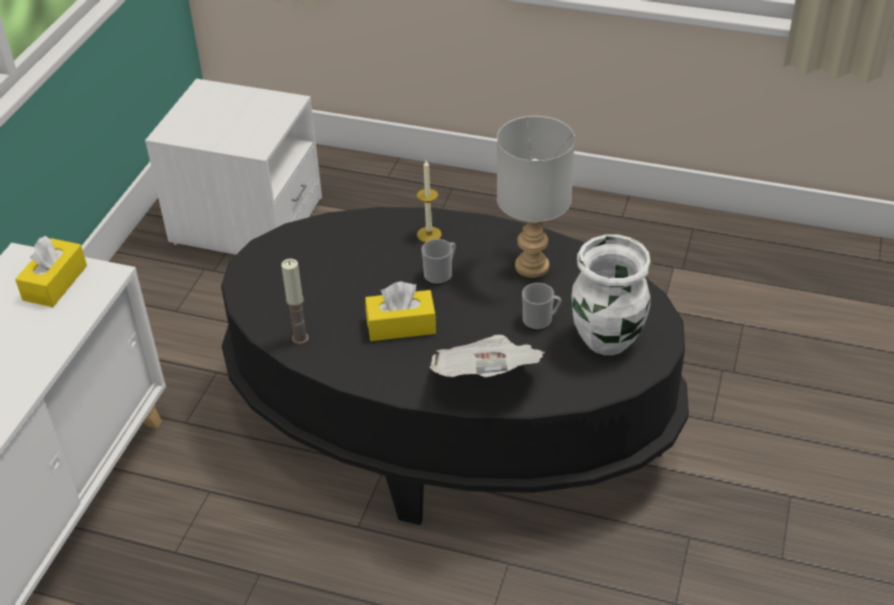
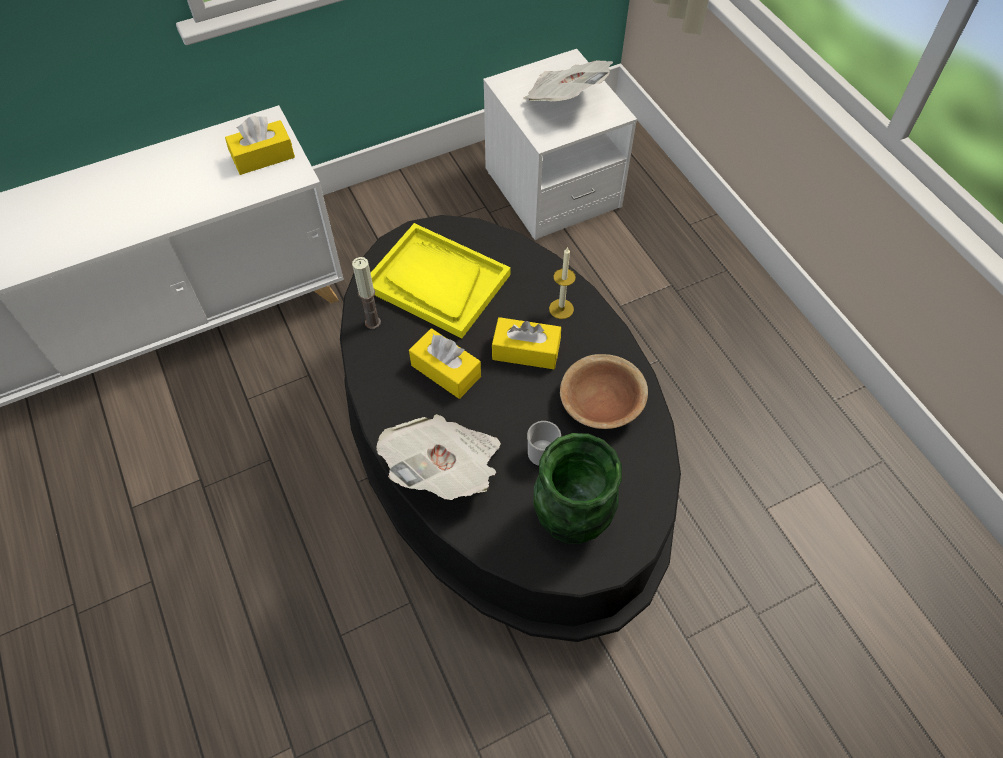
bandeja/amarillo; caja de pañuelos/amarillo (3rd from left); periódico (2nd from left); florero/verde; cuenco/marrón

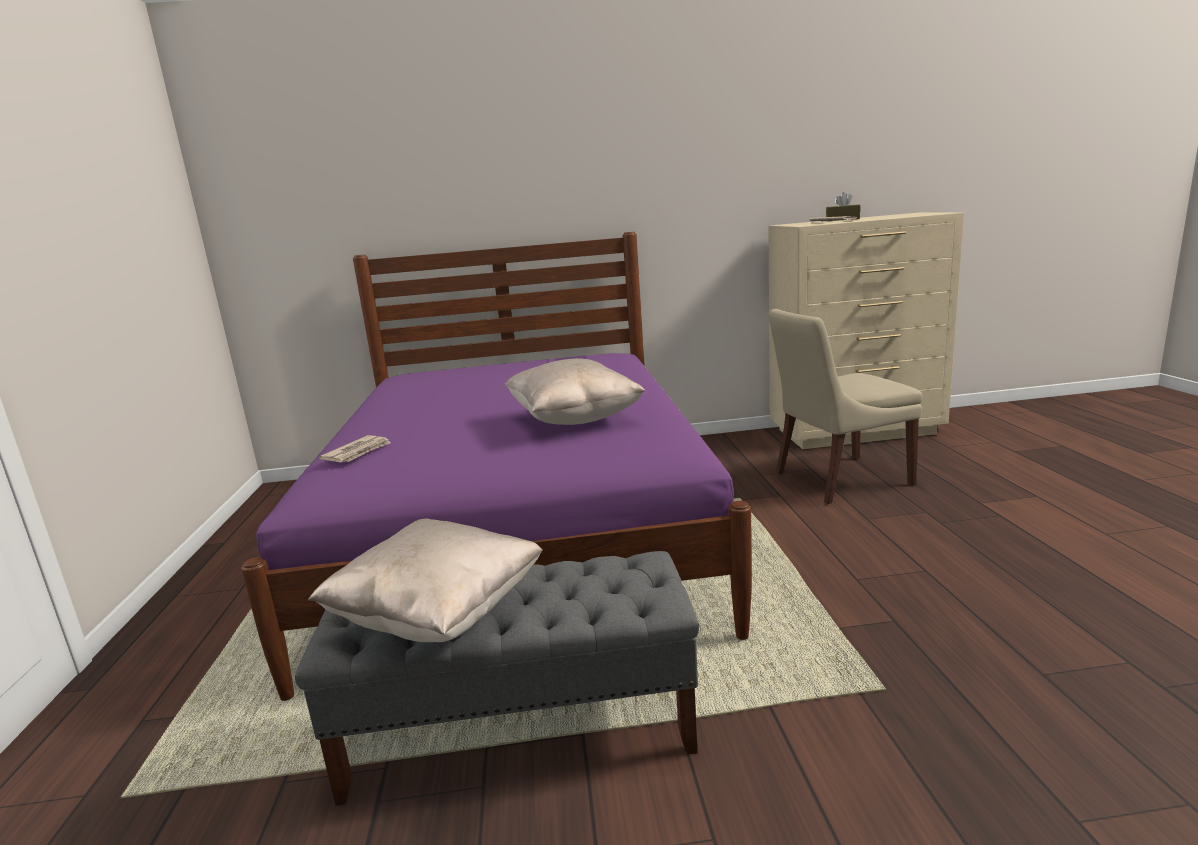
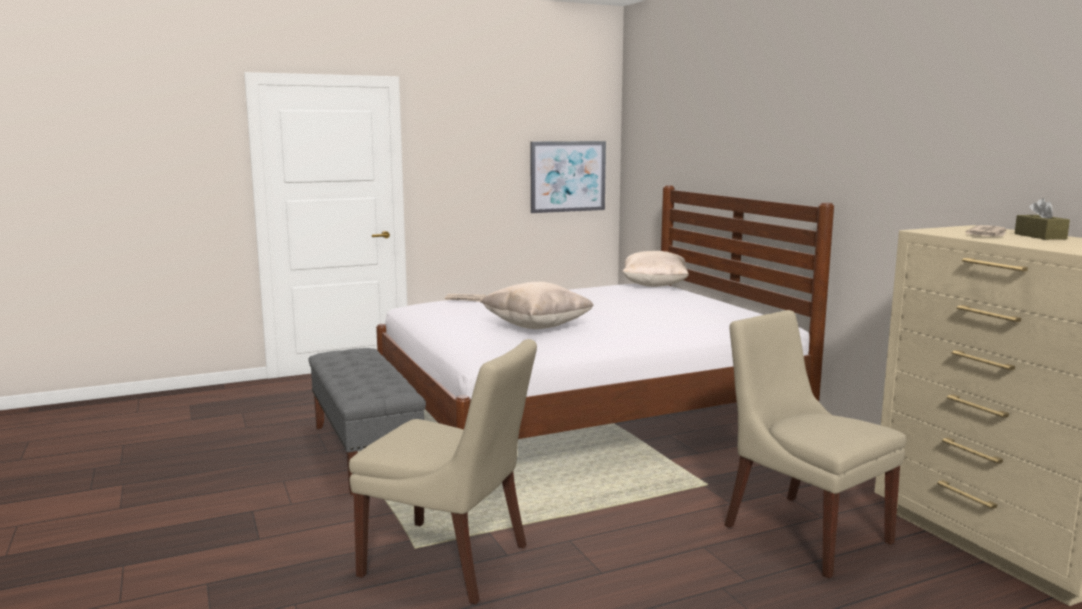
silla/beis (1st from left); cama/blanco; cuadro; cojín/beis (2nd from left)

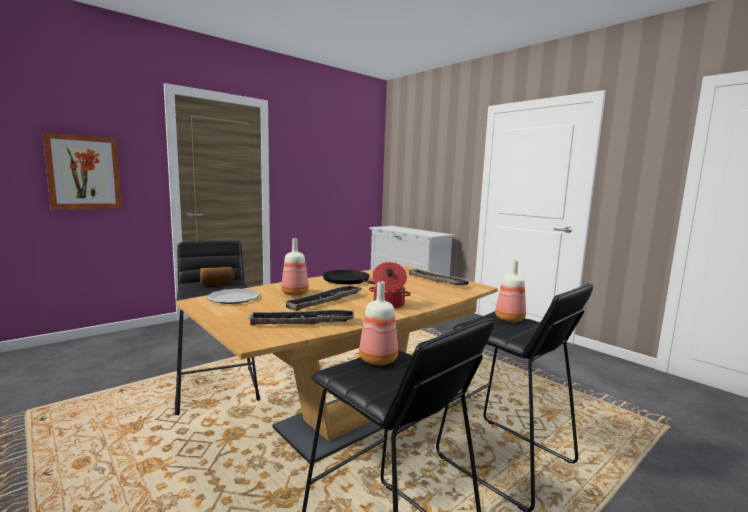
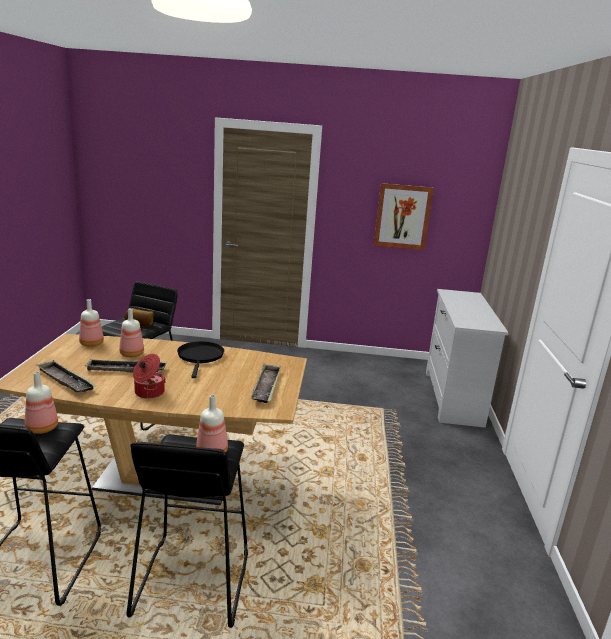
botella (2nd from left); cuadro

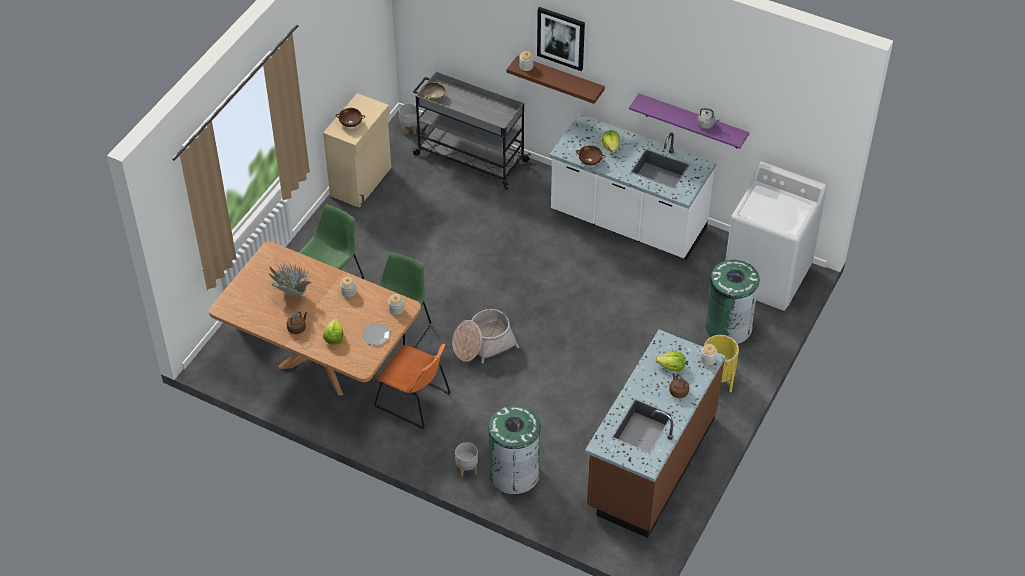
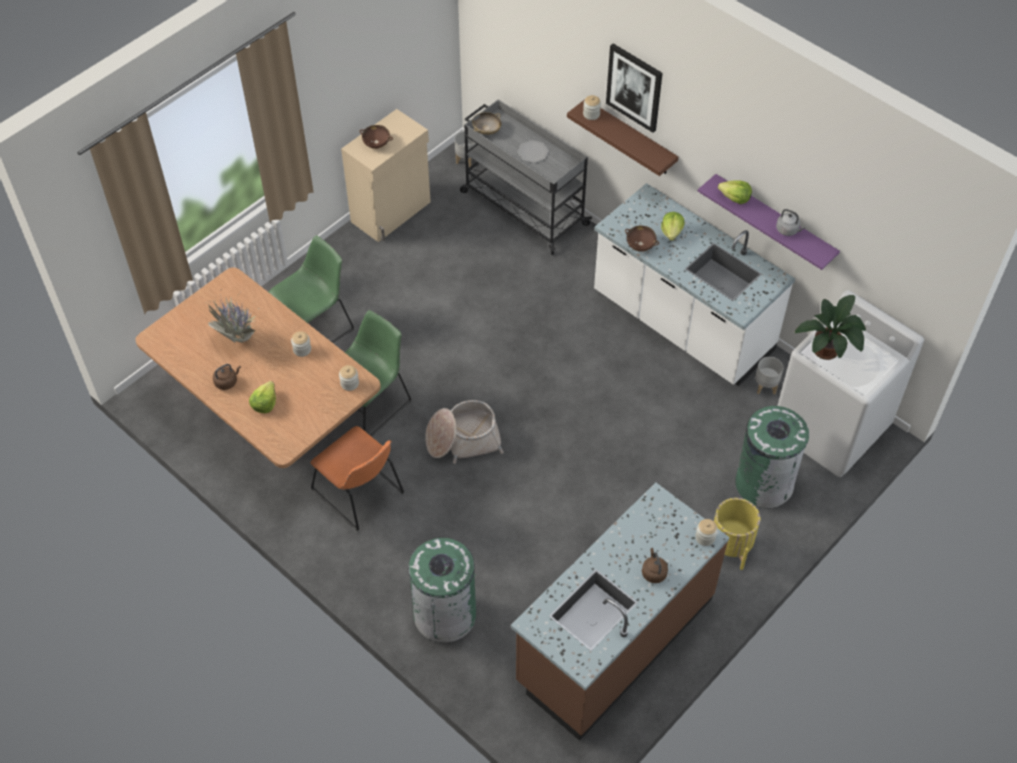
plato; lechuga (3rd from left); maceta/gris (2nd from left); planta en maceta (2nd from left)

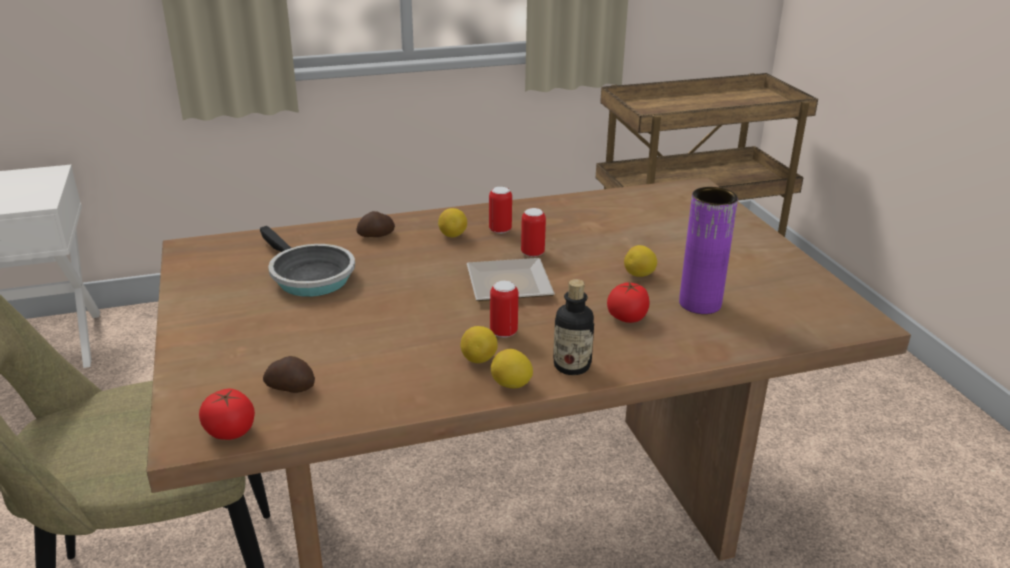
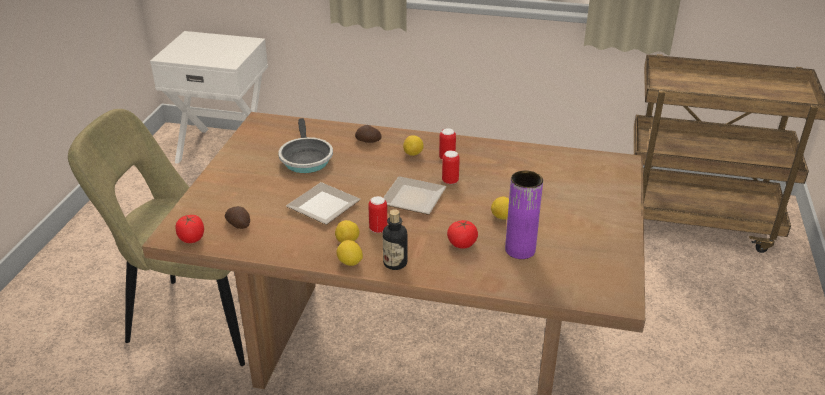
plato (1st from left)

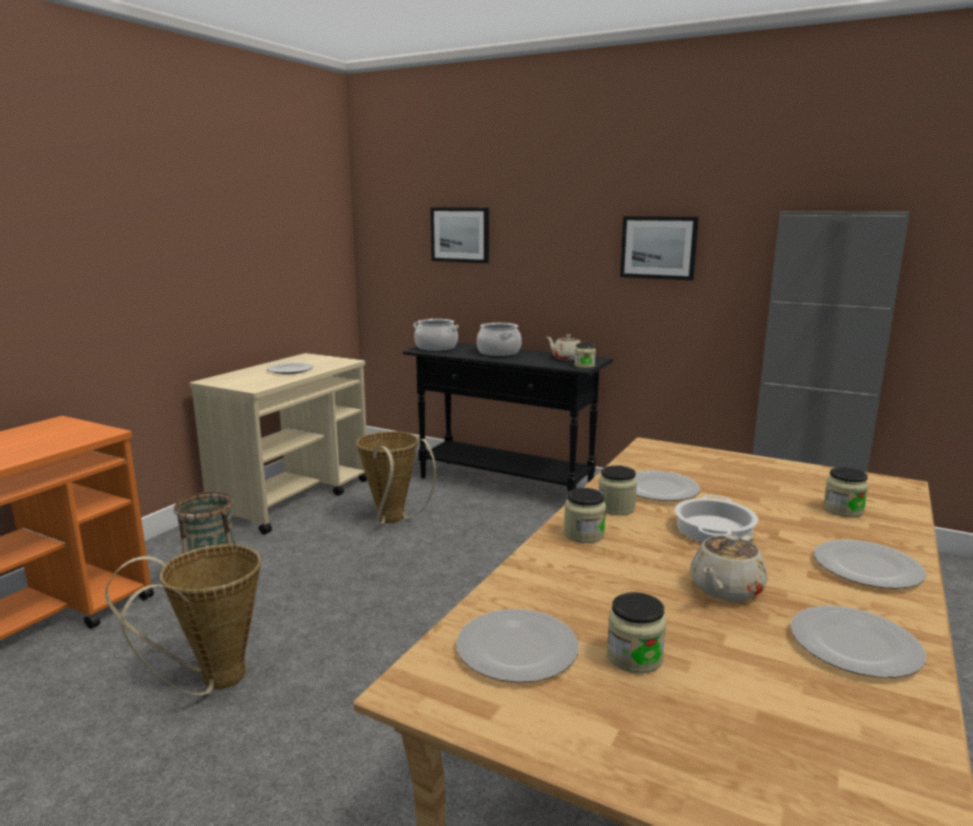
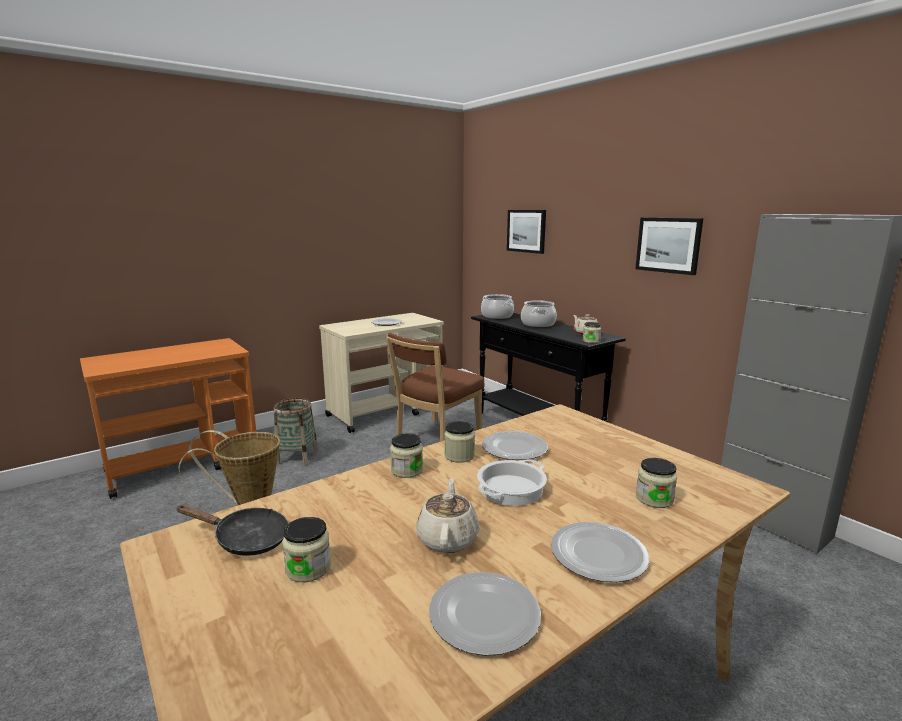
sartén/negro; silla/marrón; tetera/beis (1st from left)

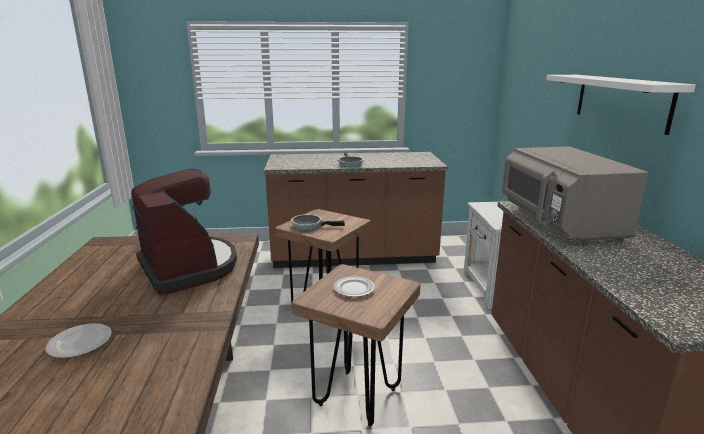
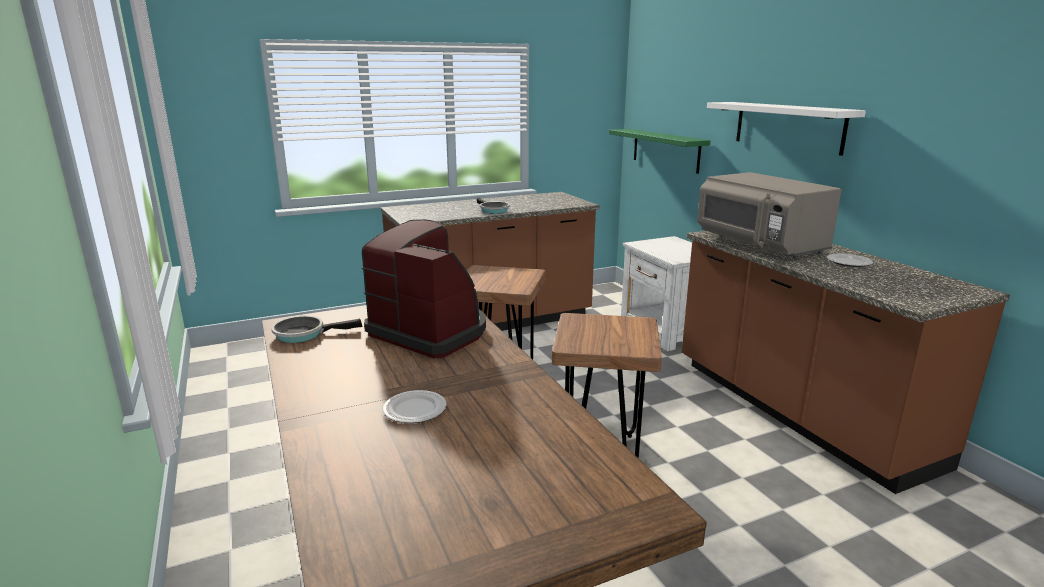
sartén (1st from left); estante/verde; plato (2nd from left)

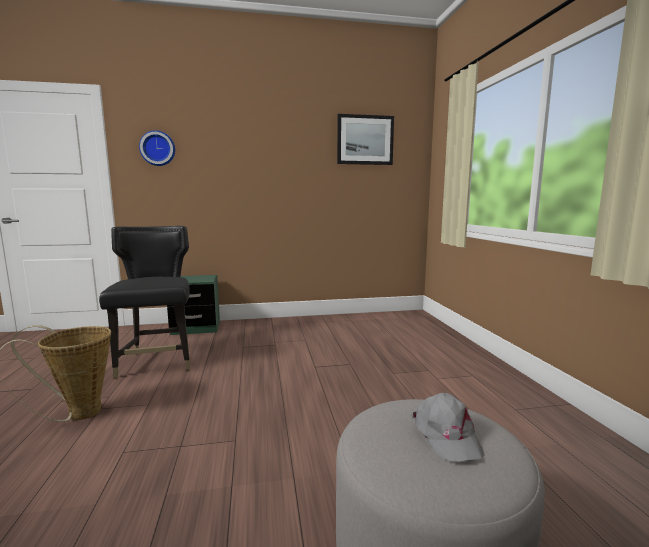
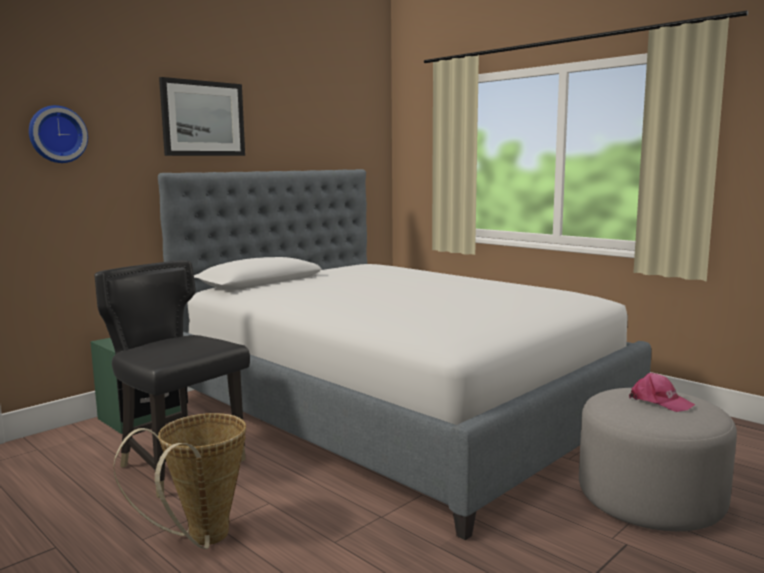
cama; cuadro; gorra/rosa

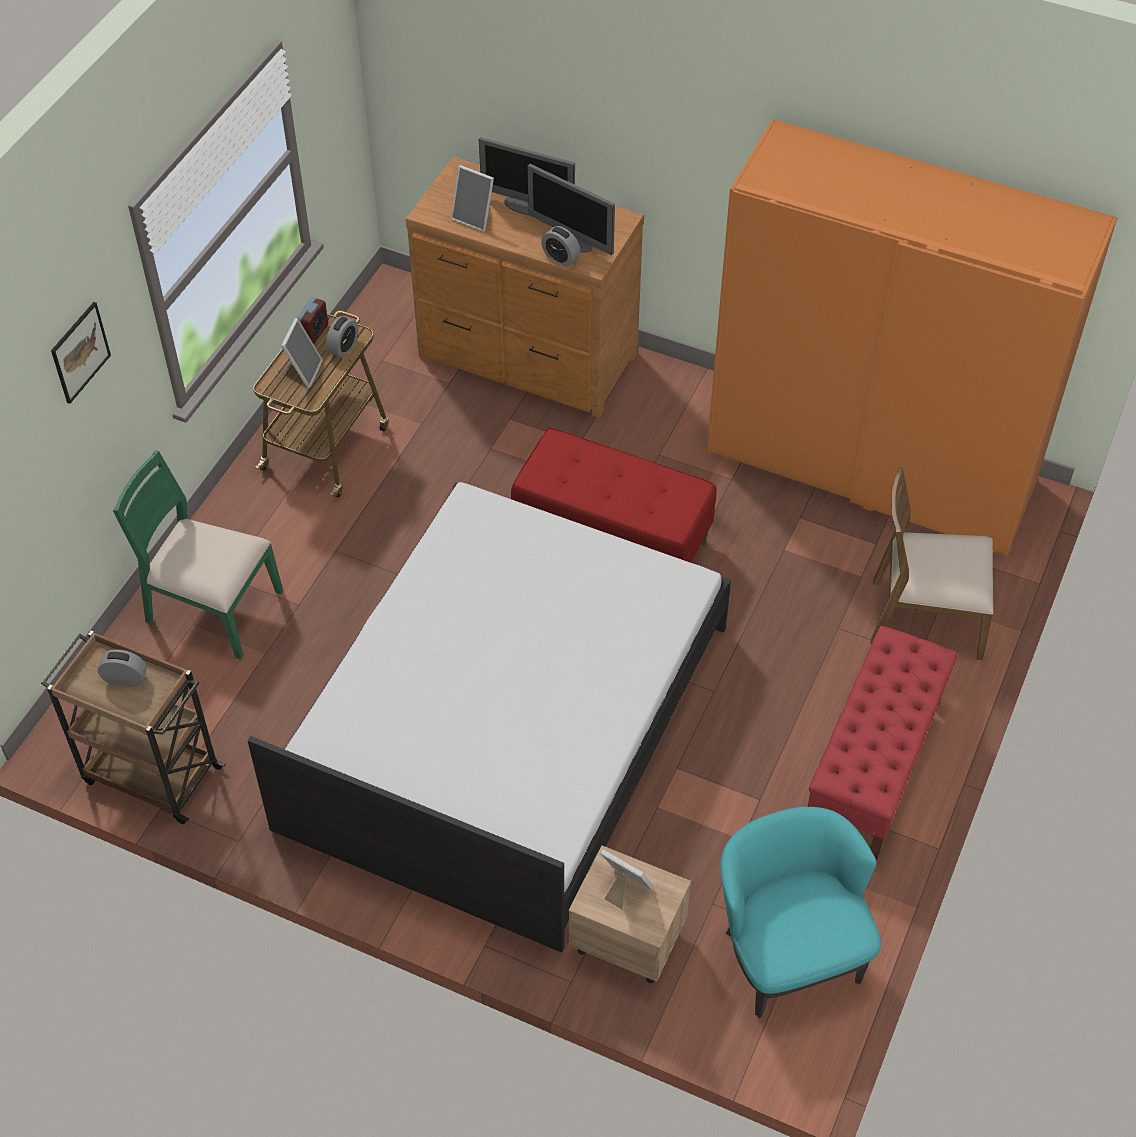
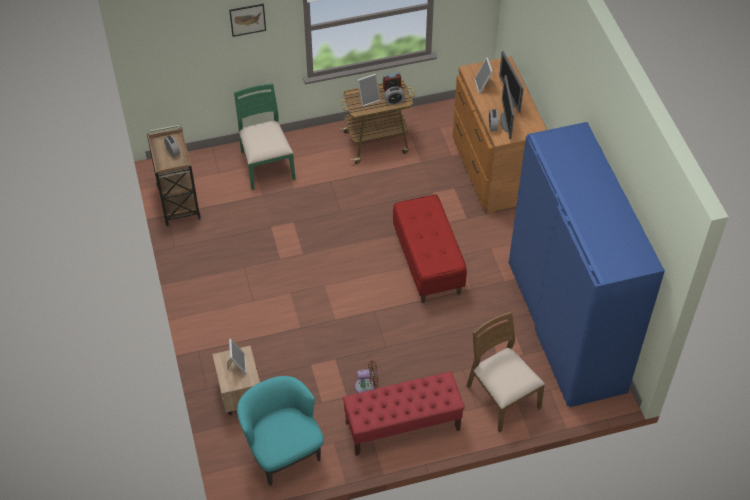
sillón/turquesa; ventilador/marrón; armario ropero/azul; cama/blanco

